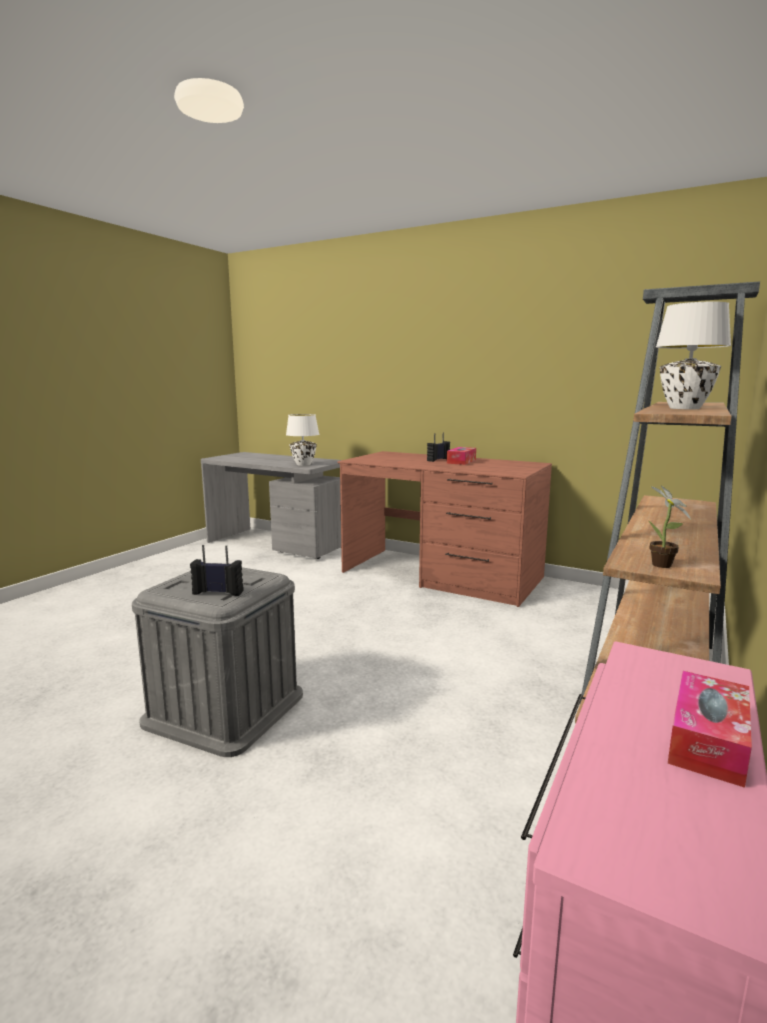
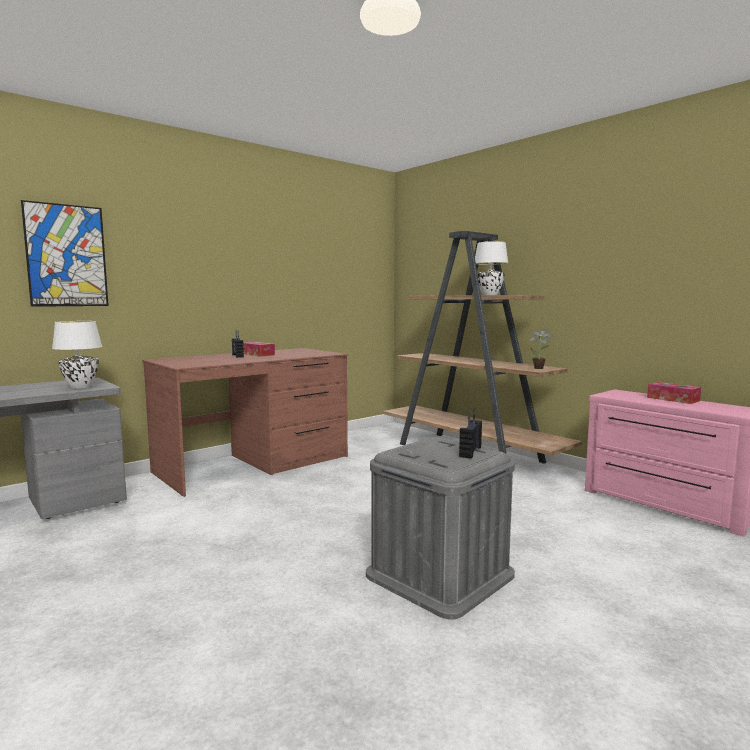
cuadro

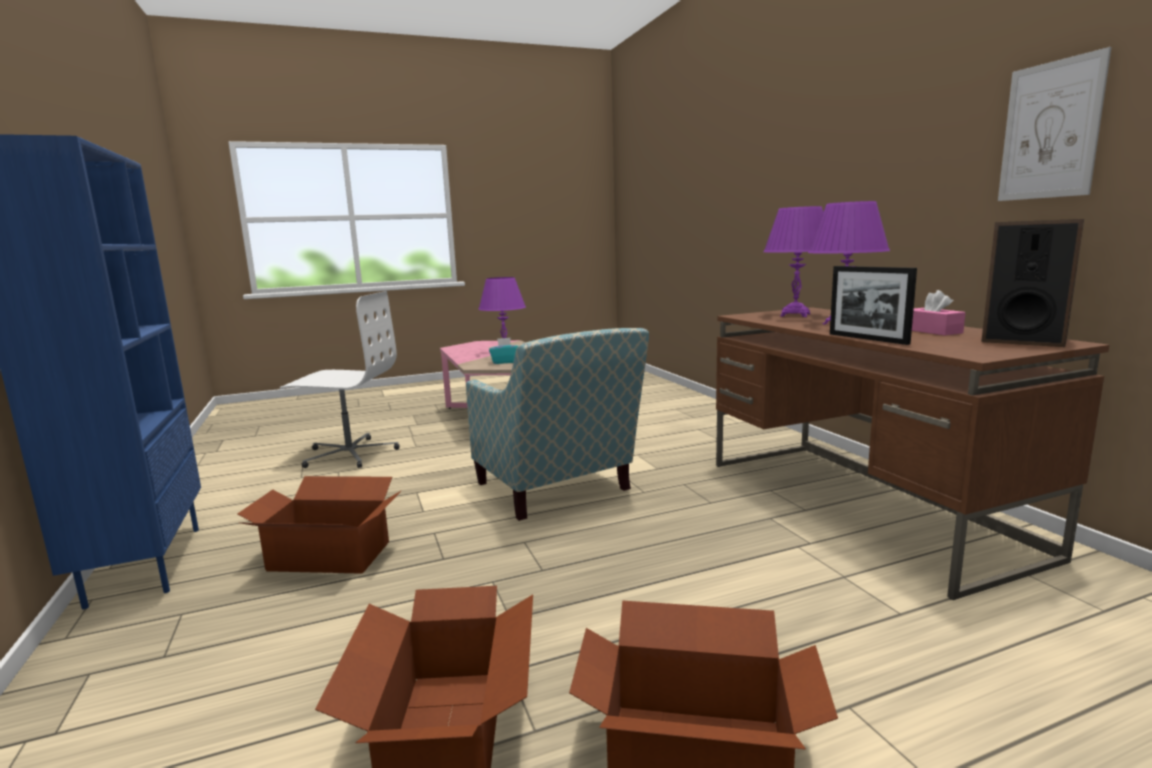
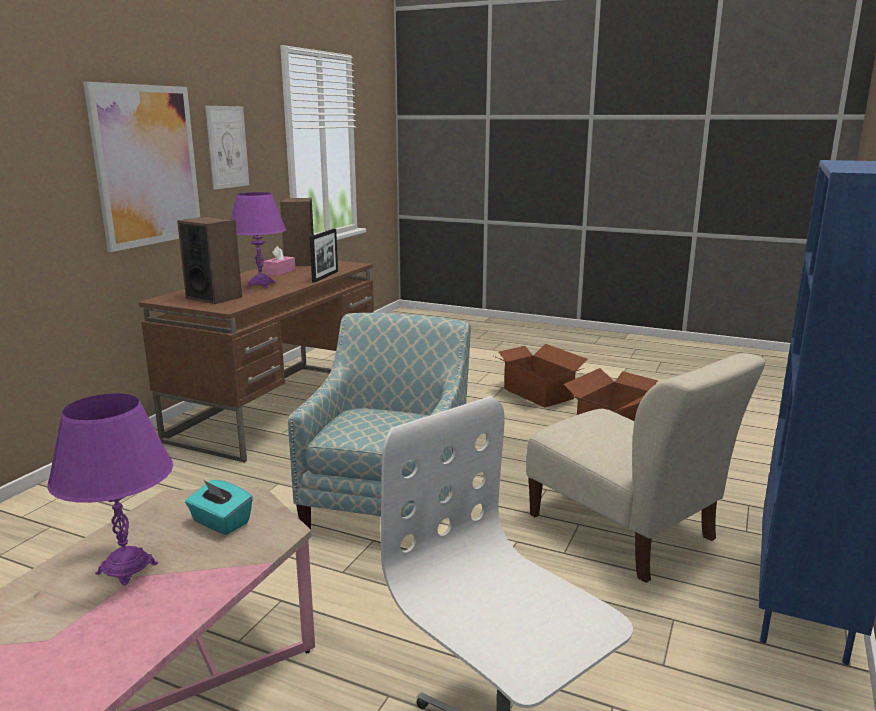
cuadro (1st from left); altavoz (1st from left); silla/beis

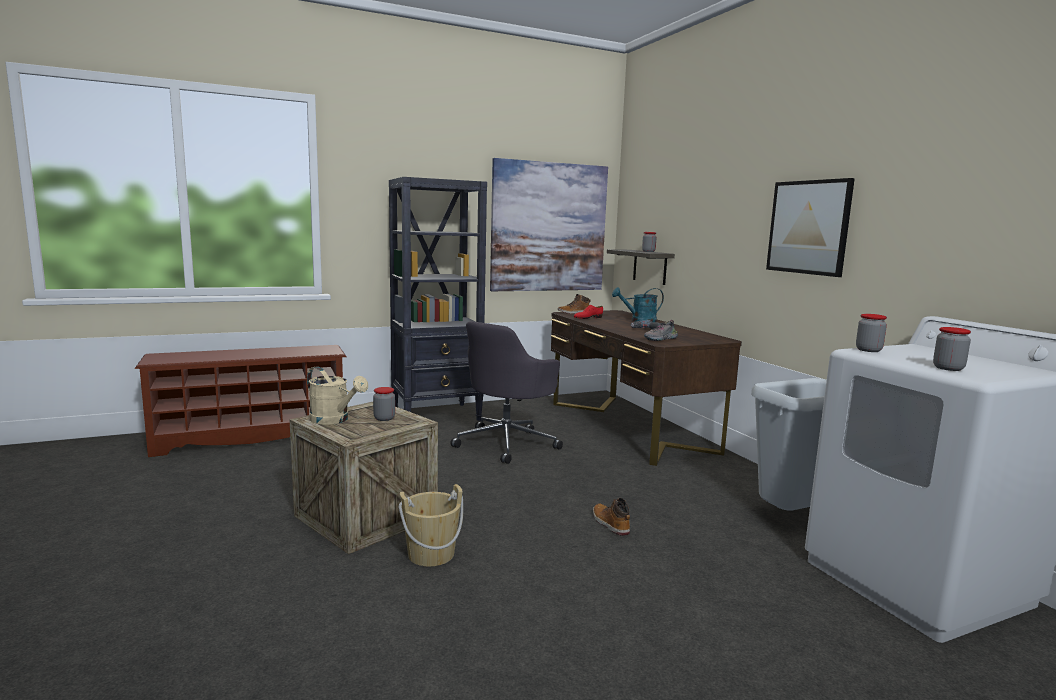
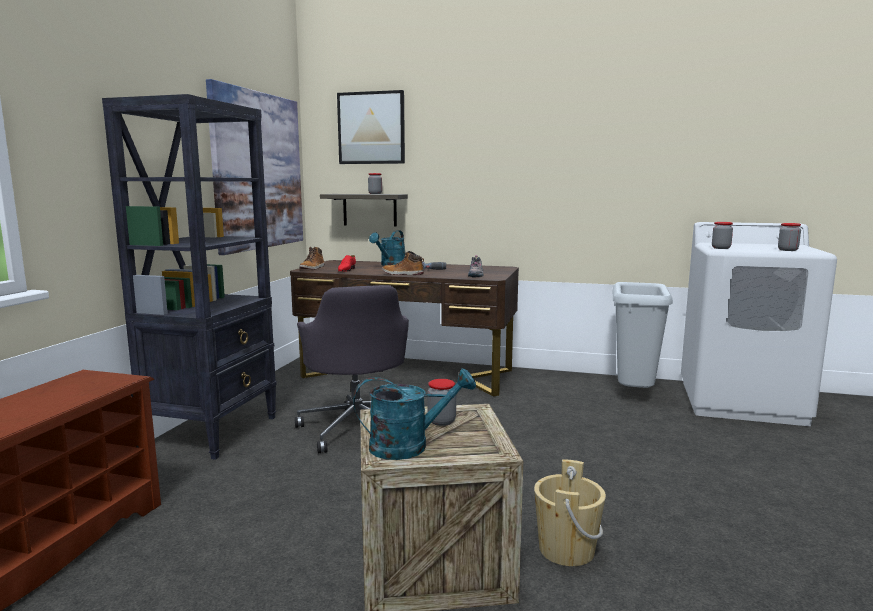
cuadro (2nd from left); regadera/turquesa (2nd from left); bota (2nd from left)

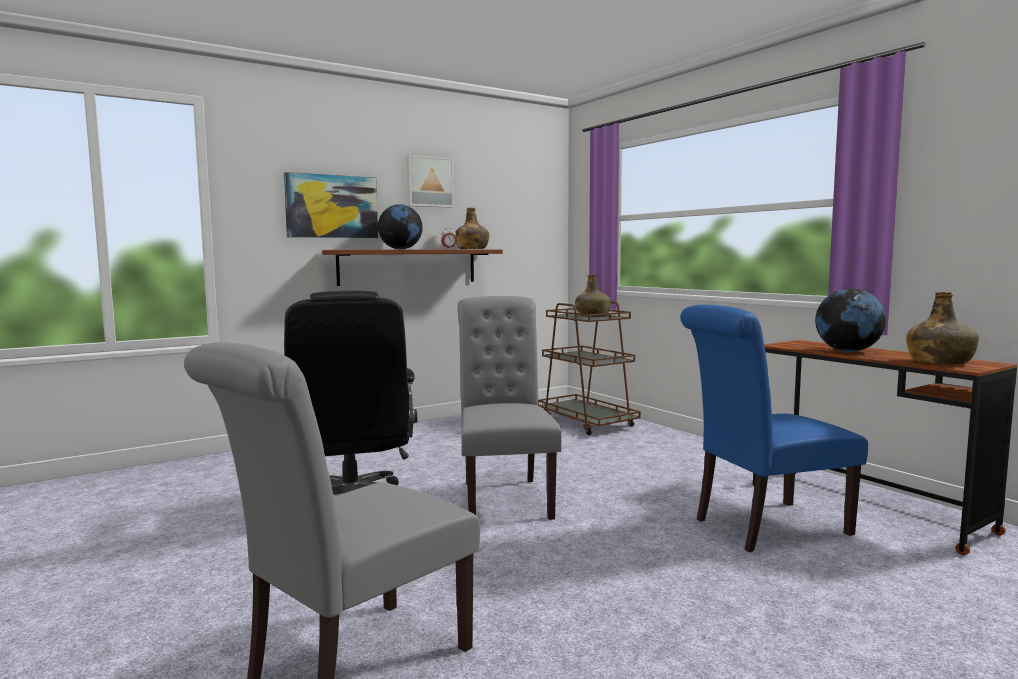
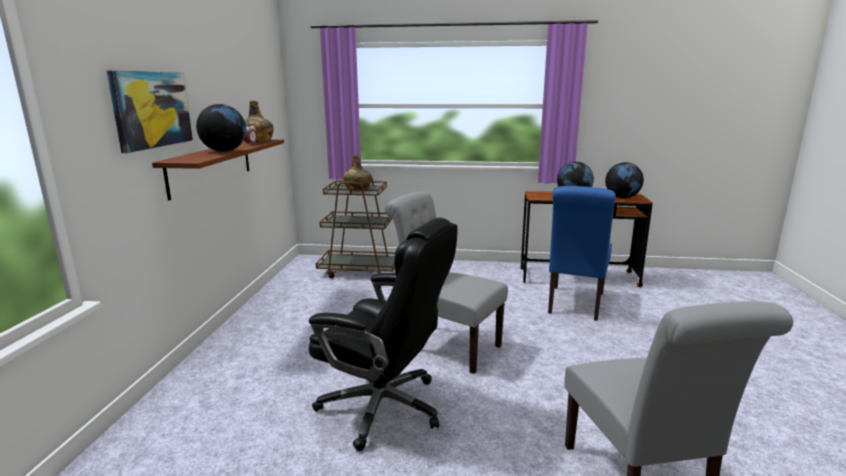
globo terráqueo (3rd from left); cuadro (2nd from left in the first image)

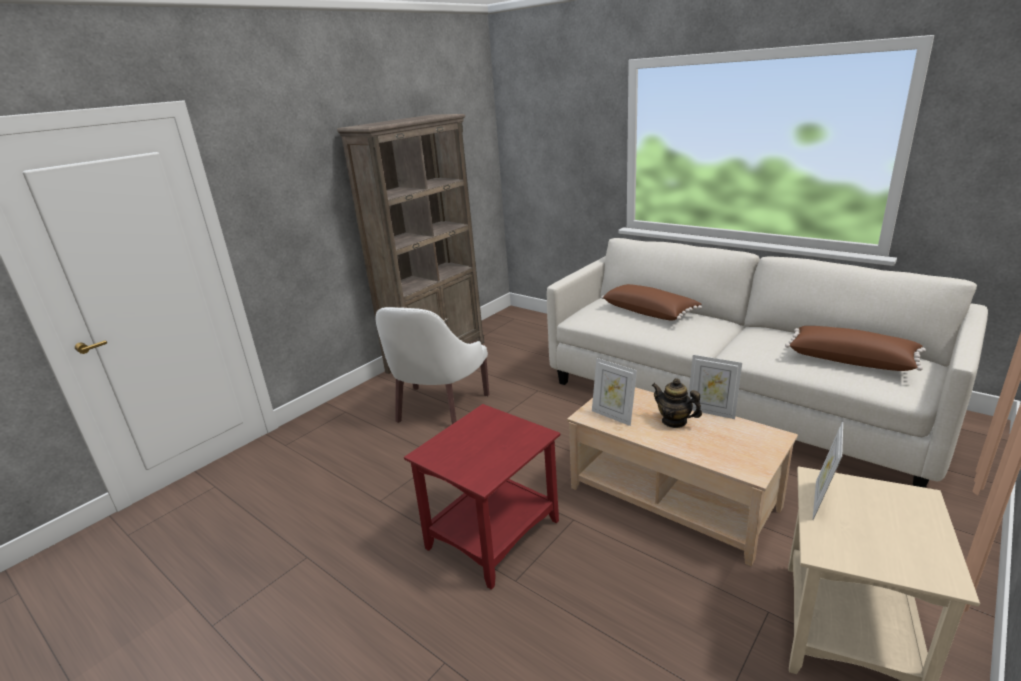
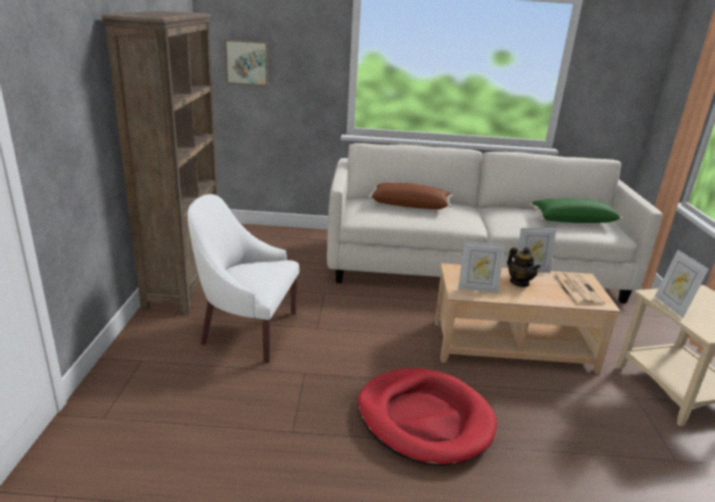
sillón/blanco; cuadro; cama para perro/rojo; tetera; cojín/verde; periódico

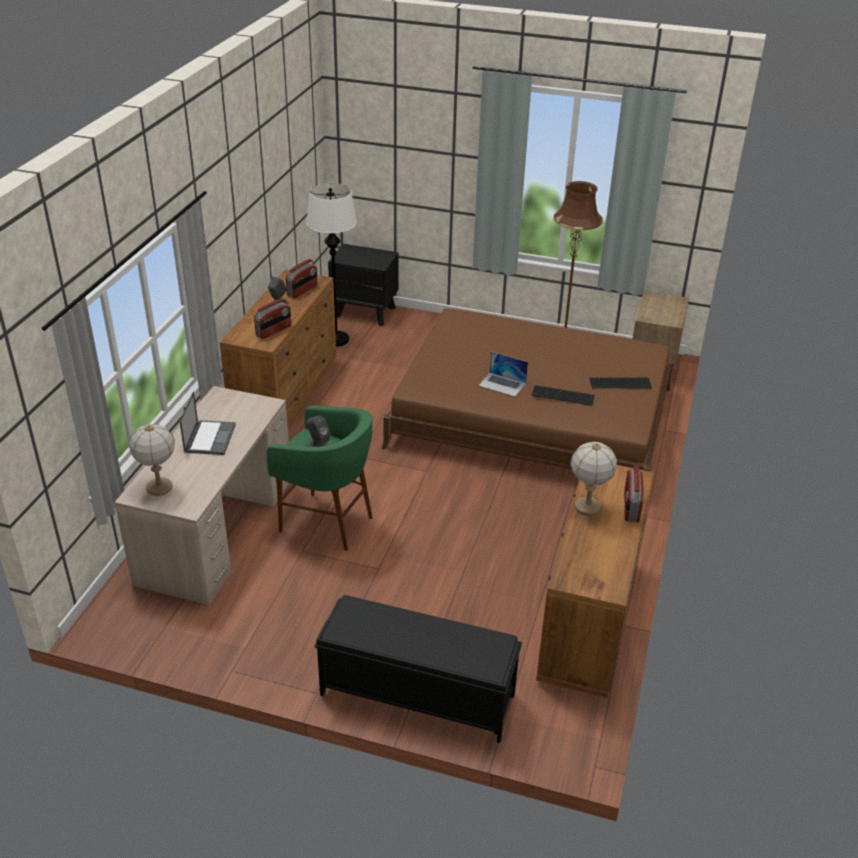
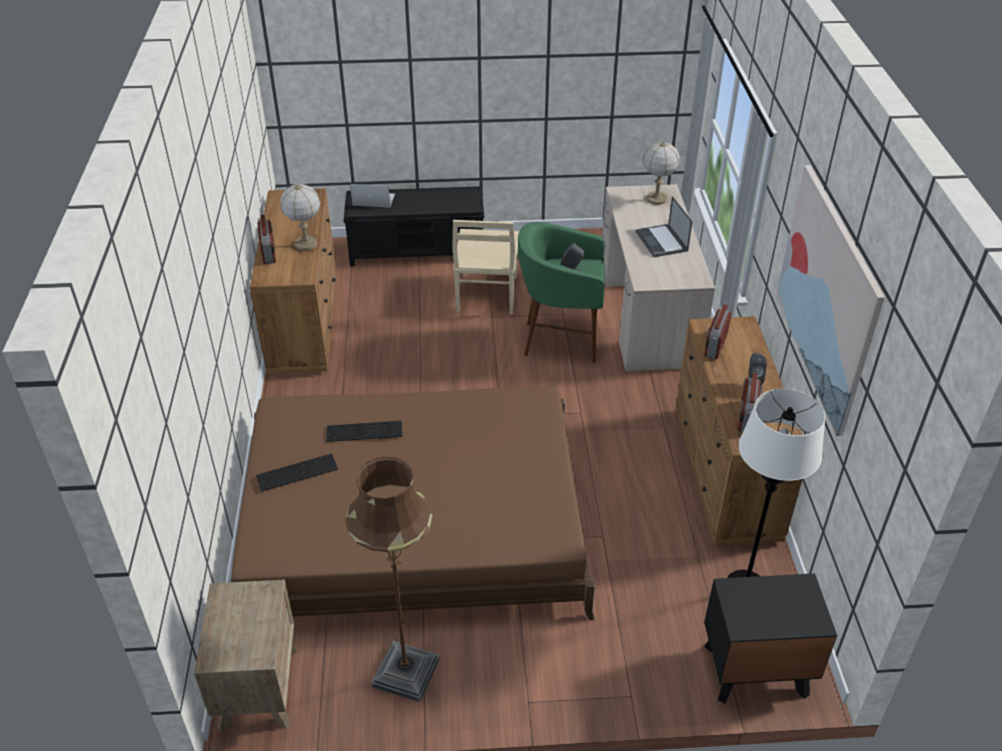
portátil (1st from left); silla/beis; cuadro

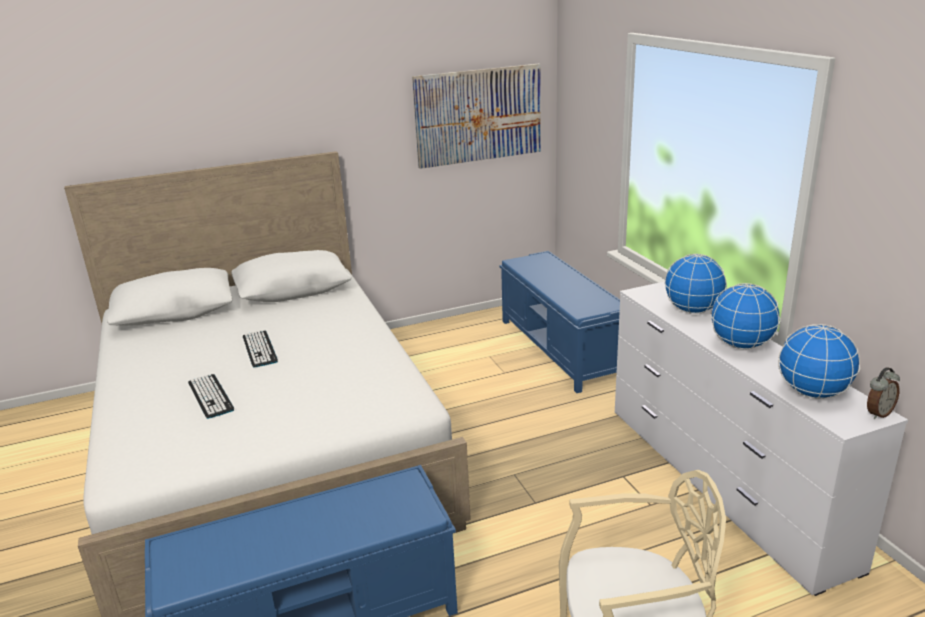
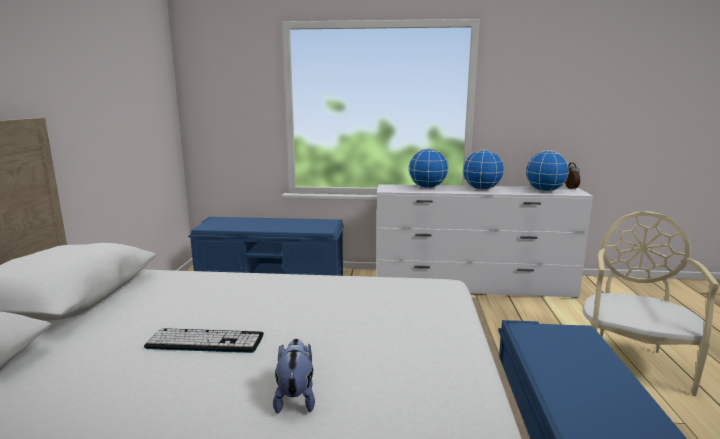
peluche; cuadro

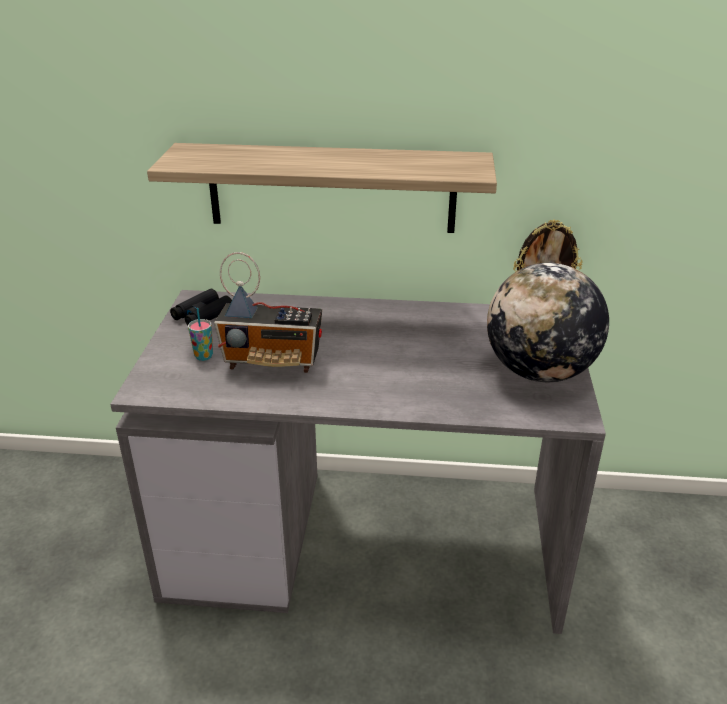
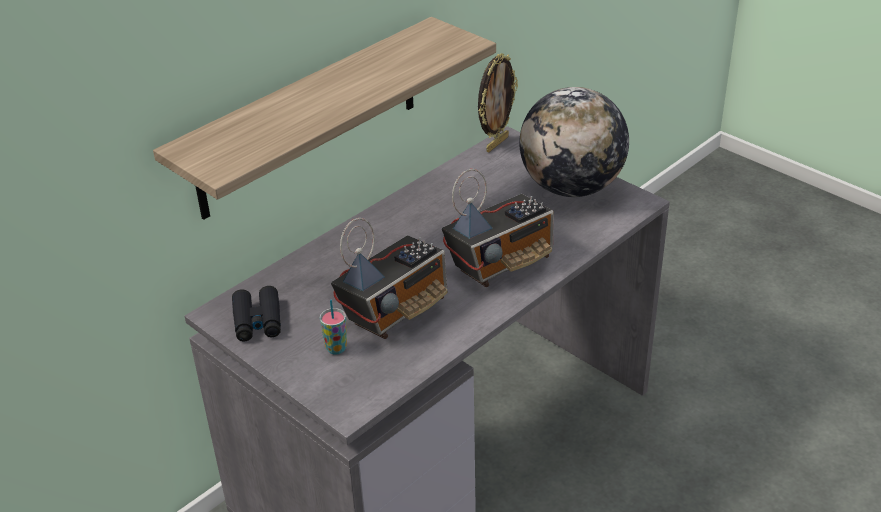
radio (2nd from left)

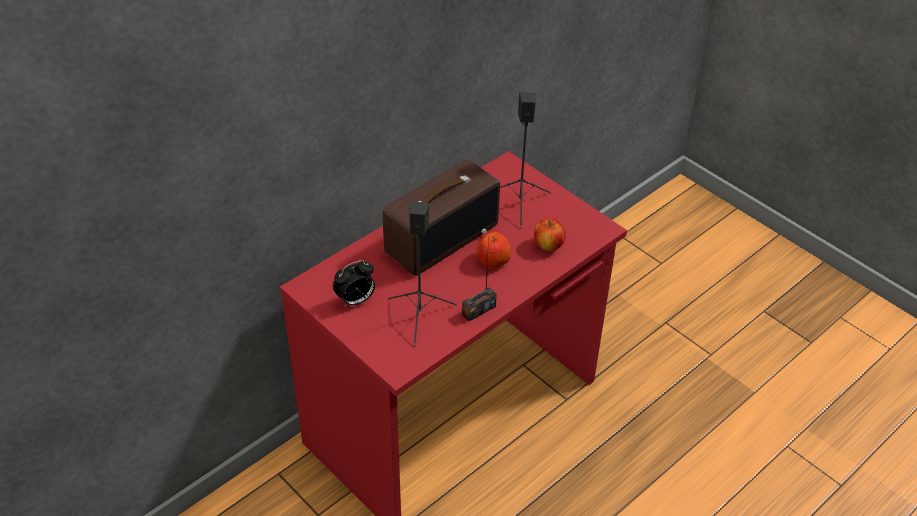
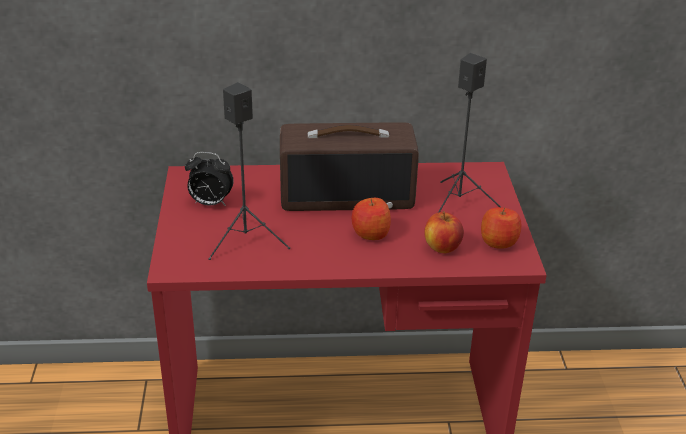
manzana (3rd from left); radio (2nd from left in the first image)

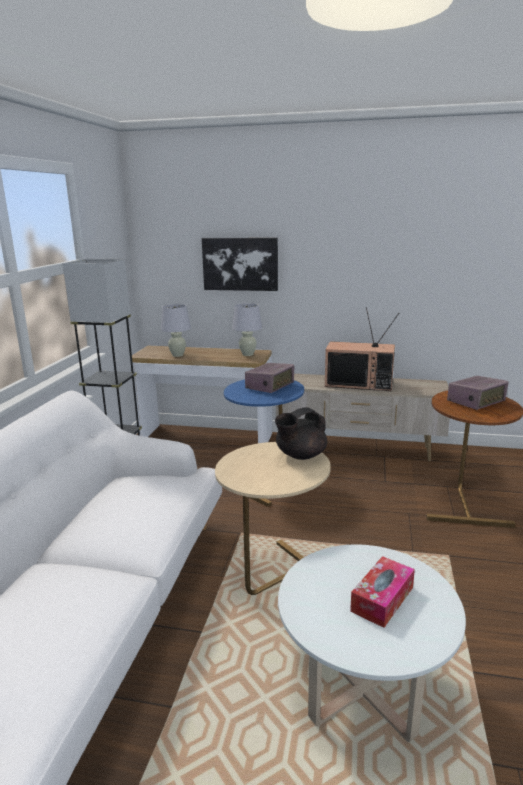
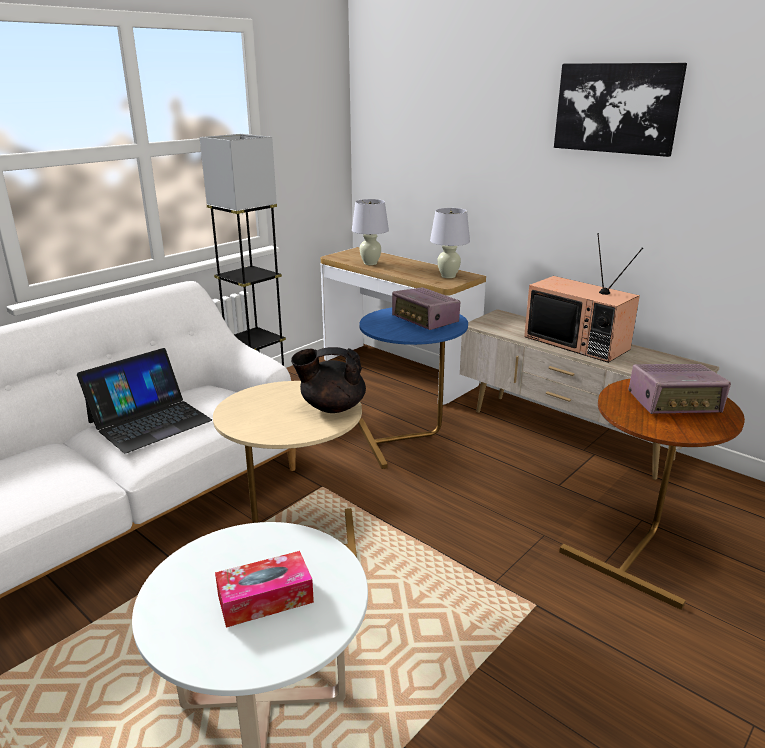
portátil; radio (1st from left); cuadro

